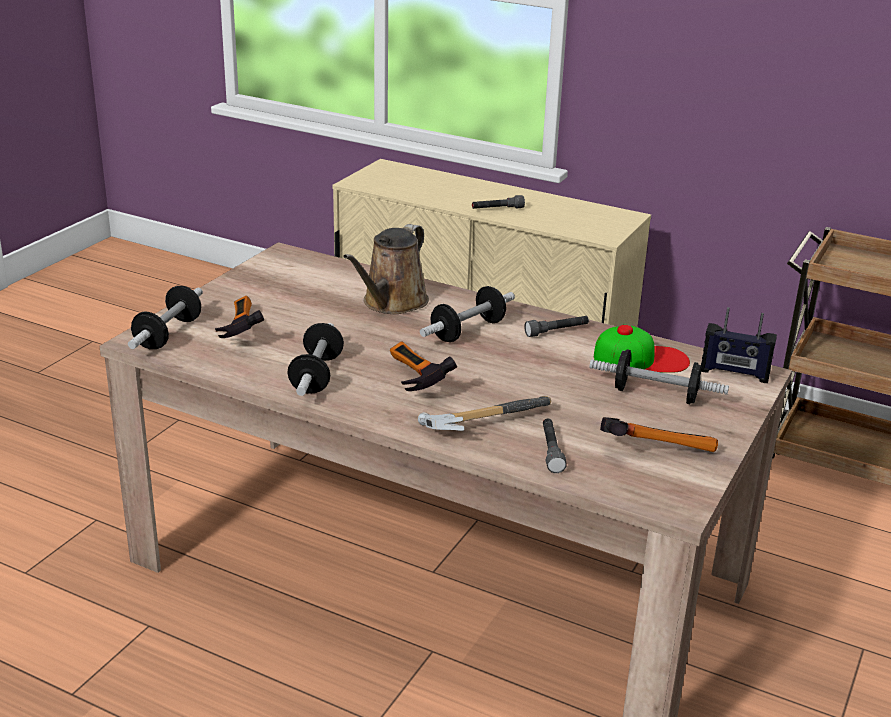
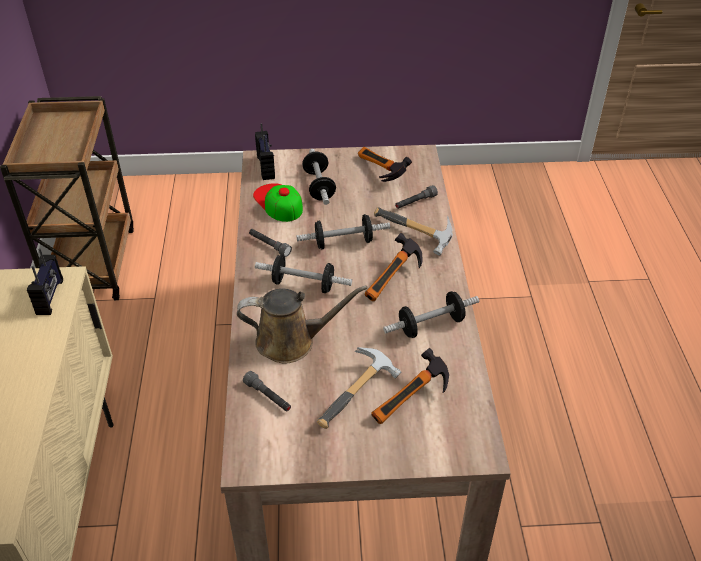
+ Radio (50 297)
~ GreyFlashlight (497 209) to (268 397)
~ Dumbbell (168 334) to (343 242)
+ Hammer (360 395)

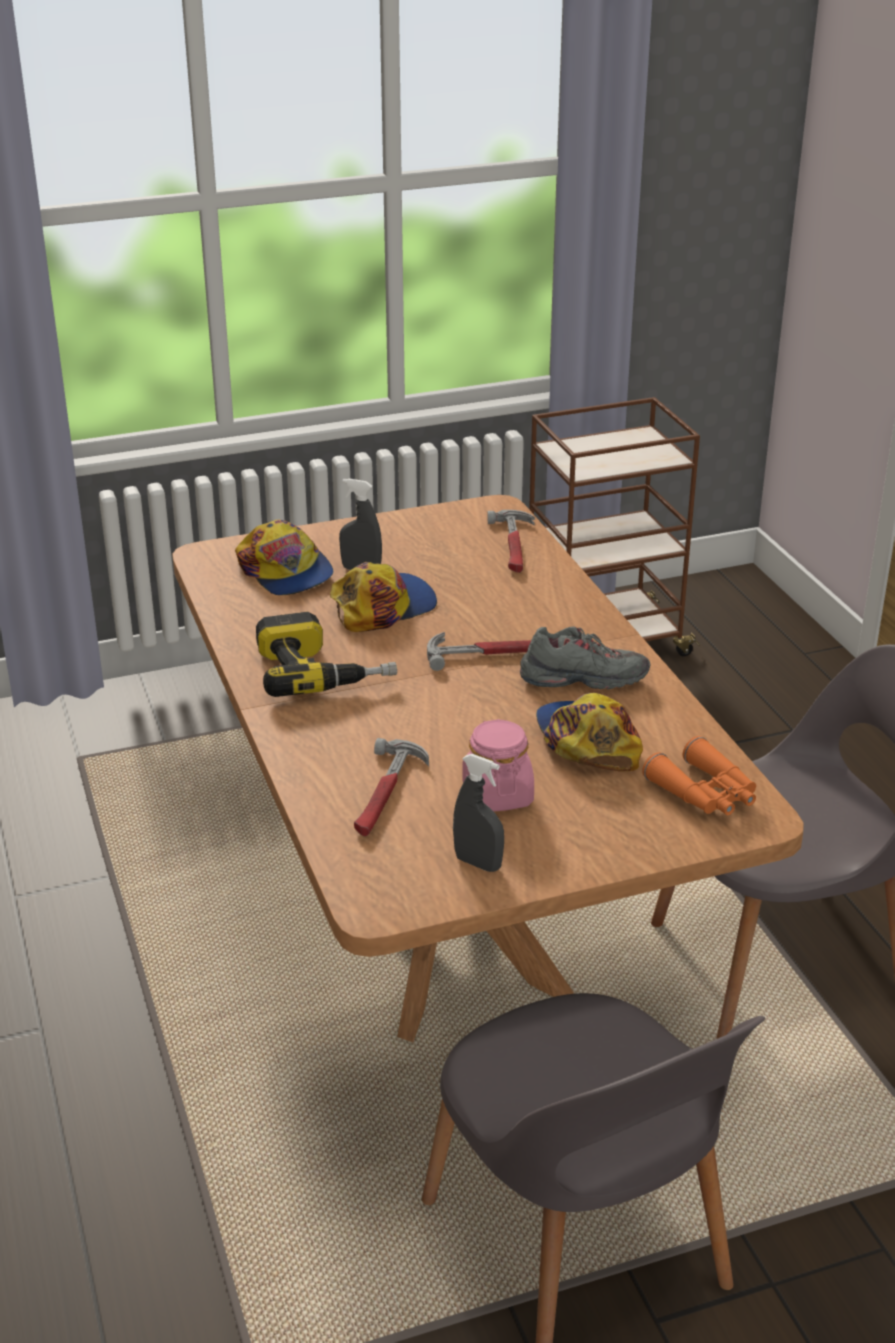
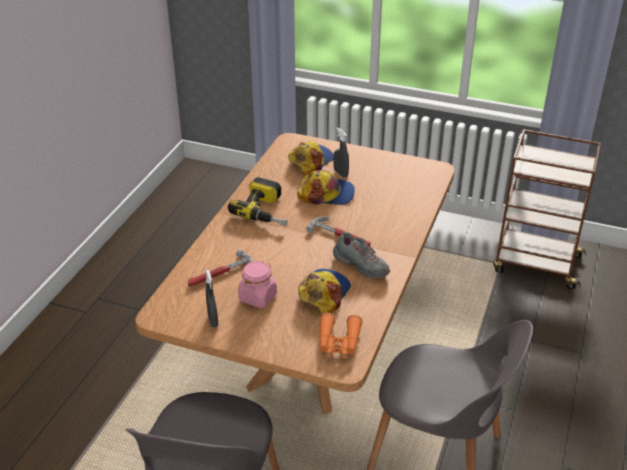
~ Cap (285 571) = (310 161) 150 degrees counterclockwise
- Hammer (514 546)

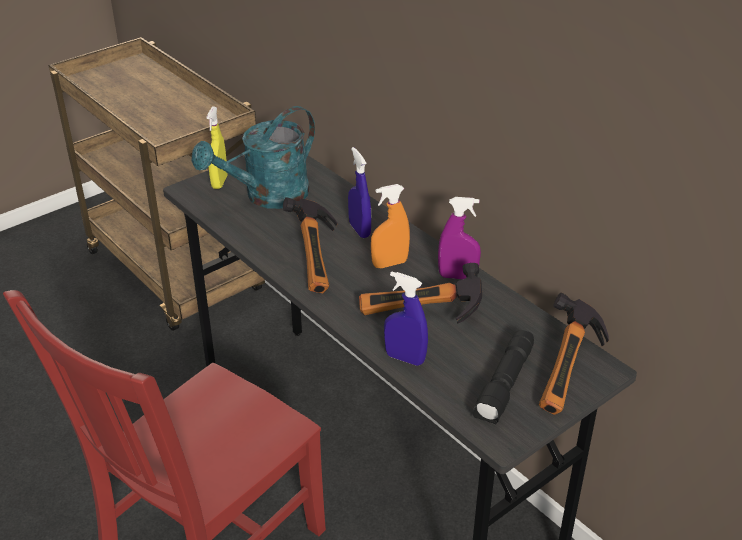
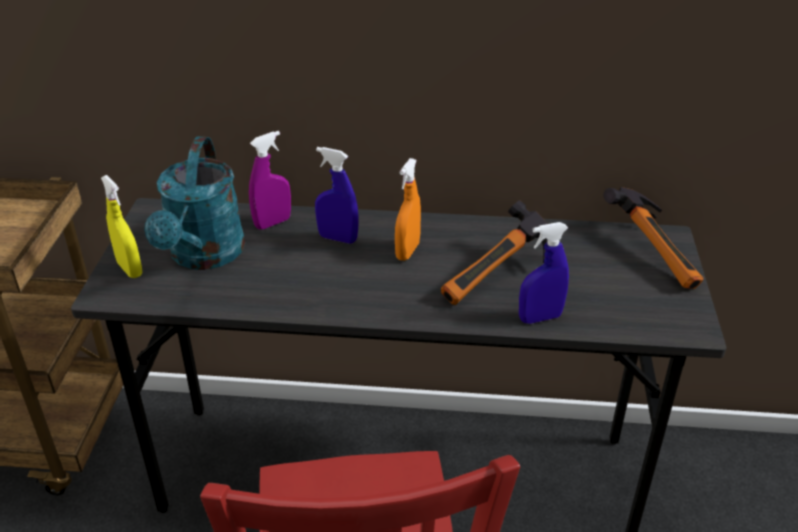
~ PurpleSprayBottle (457 276) to (273 223)
- Hammer (319 260)
- BlackFlashlight (505 385)

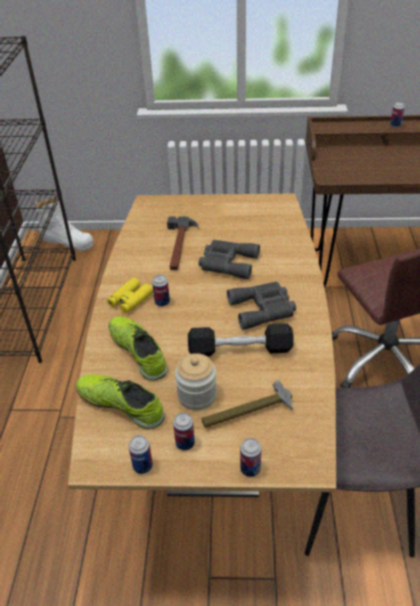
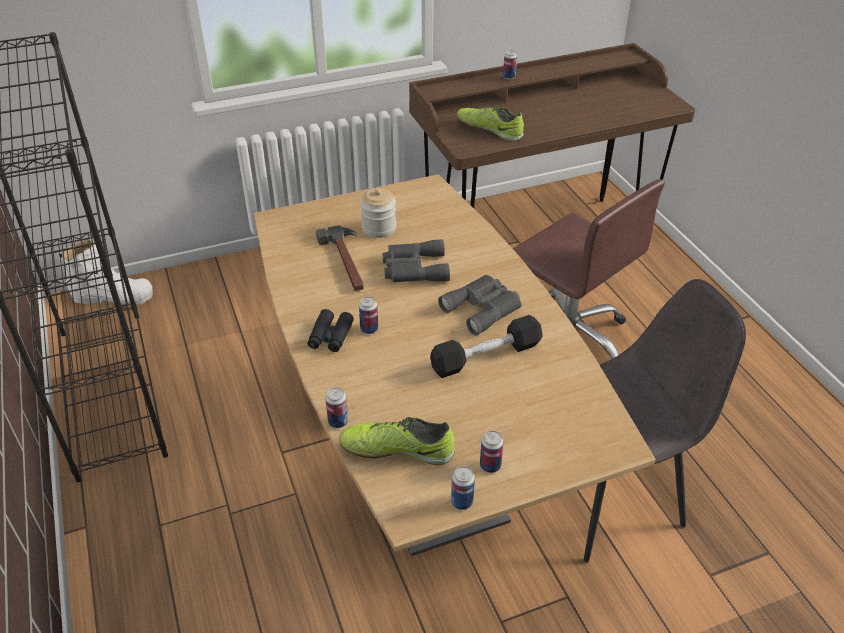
~ YellowBinoculars (130 300) to BlackBinoculars (330 336)
~ Can (250 469) to (338 422)
~ Jar (197 395) to (379 228)
~ Shoe (138 352) to (489 129)
- Hammer (247 412)

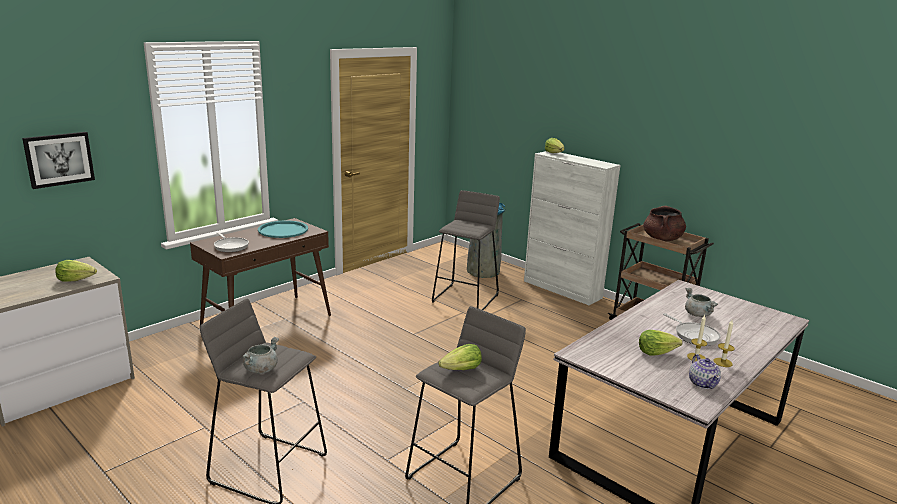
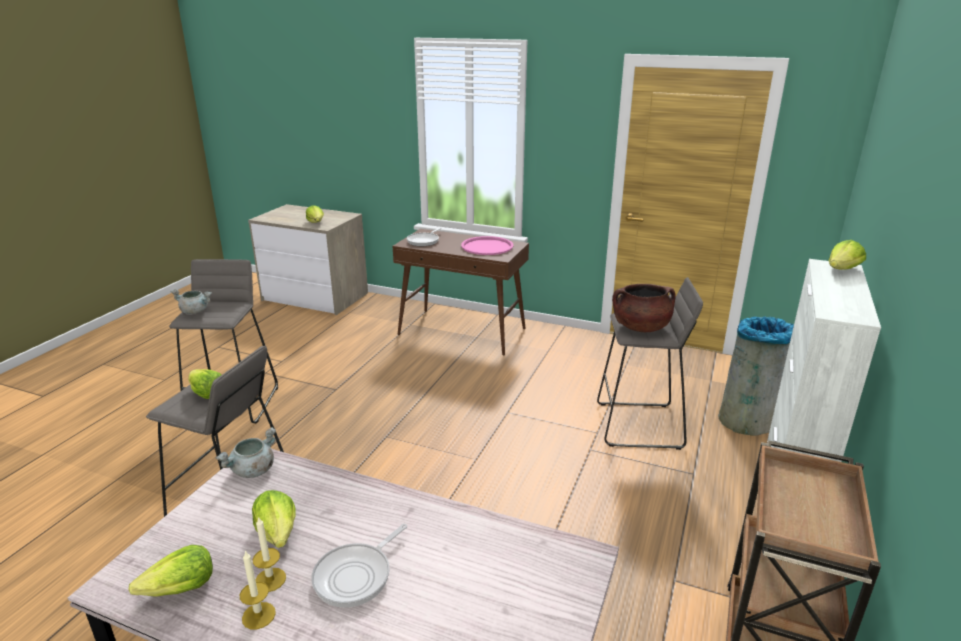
~ Teapot (702 383) to Lettuce (180 589)
~ GreyCookingPot (698 315) to (253 471)
~ TurquoiseTray (283 230) to PinkTray (487 246)
~ BrownCookingPot (662 239) to (640 327)
- Picture (59 159)

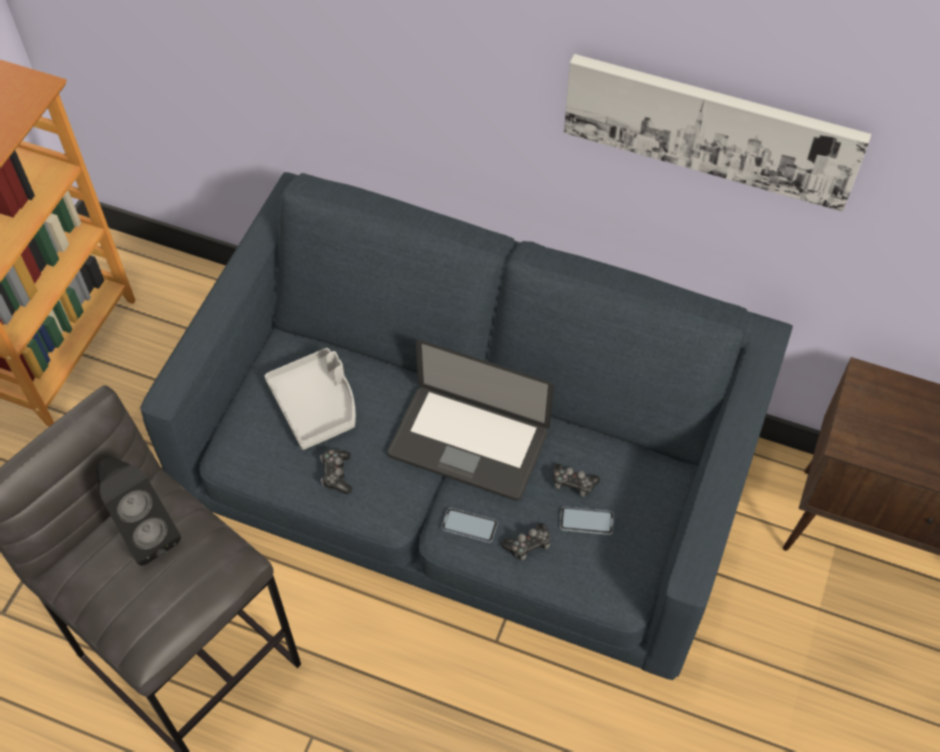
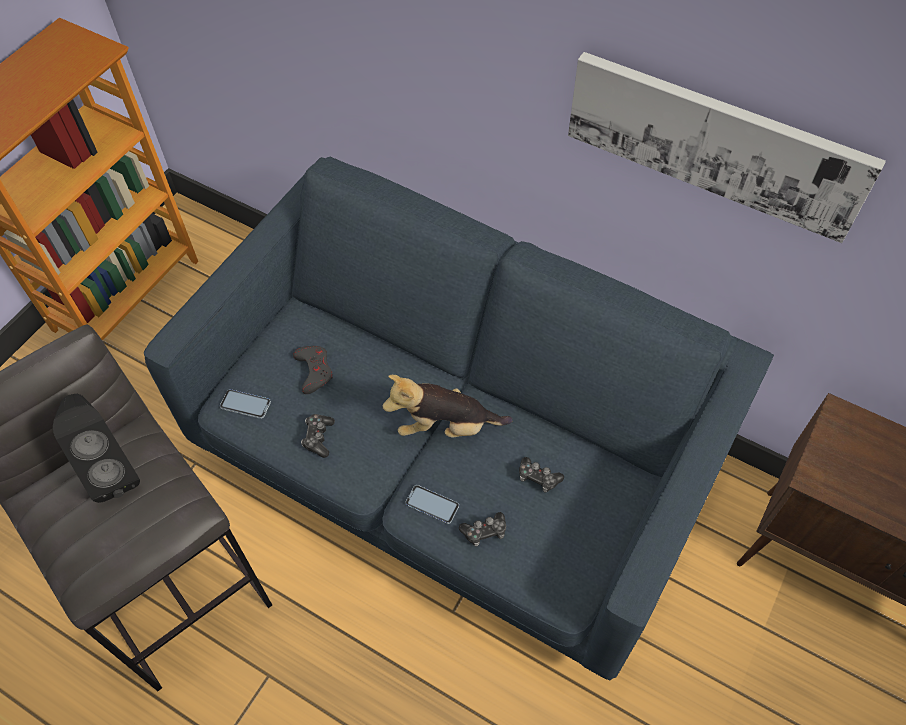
~ Phone (586 521) to (245 404)
~ GreyTray (316 405) to GreyGameController (314 370)
~ Laptop (468 444) to PlushToy (446 426)

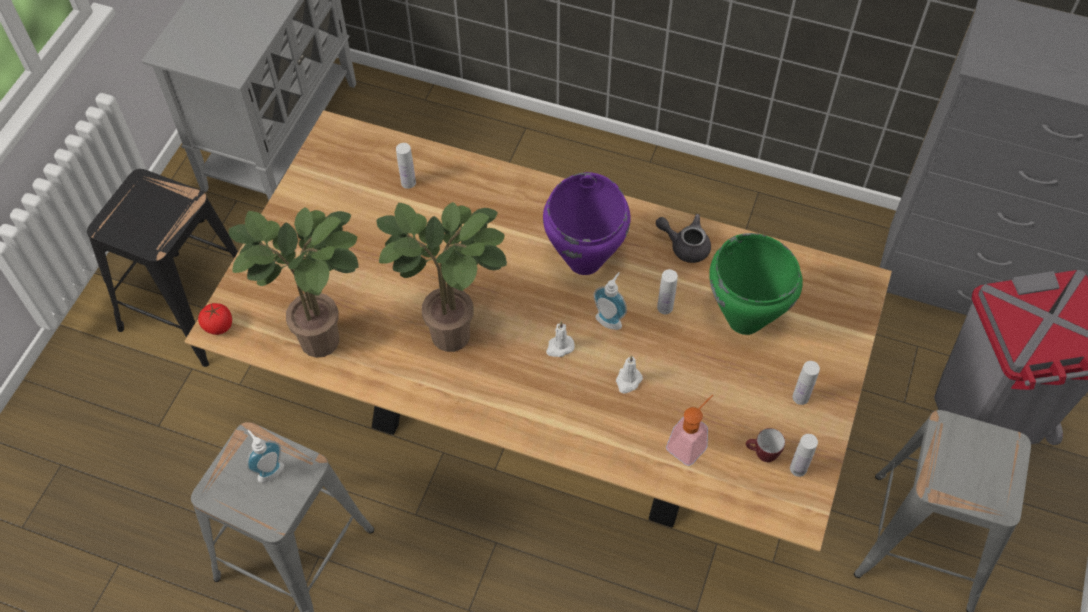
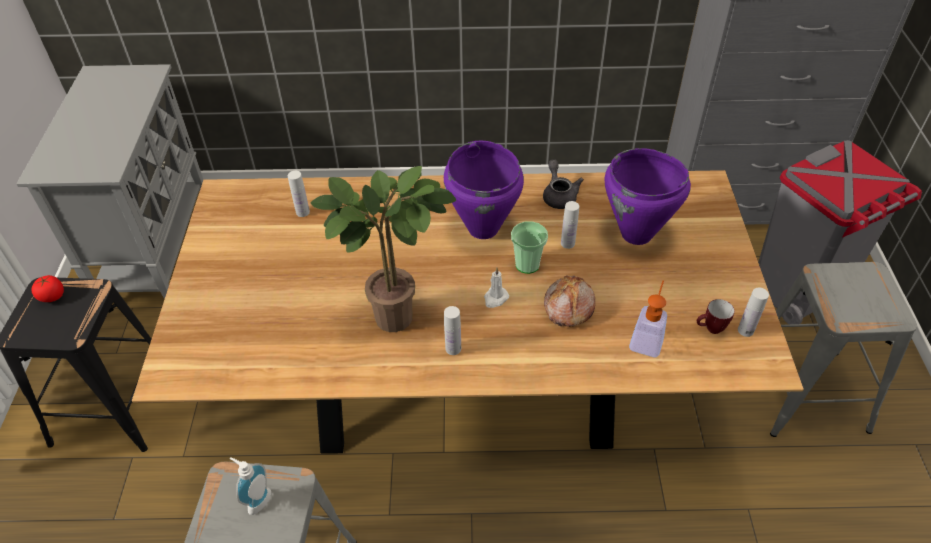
~ Tomato (218 326) to (52 296)
~ WhiteBottle (800 397) to (453 348)
~ SoapDispenser (610 319) to Cup (527 265)
~ GreyTeapot (685 245) = (559 195) 75 degrees clockwise
~ WhiteCandle (628 381) to Bread (568 307)
~ GreenCookingPot (744 321) to PurpleCookingPot (636 234)
- PottedPlant (327 338)

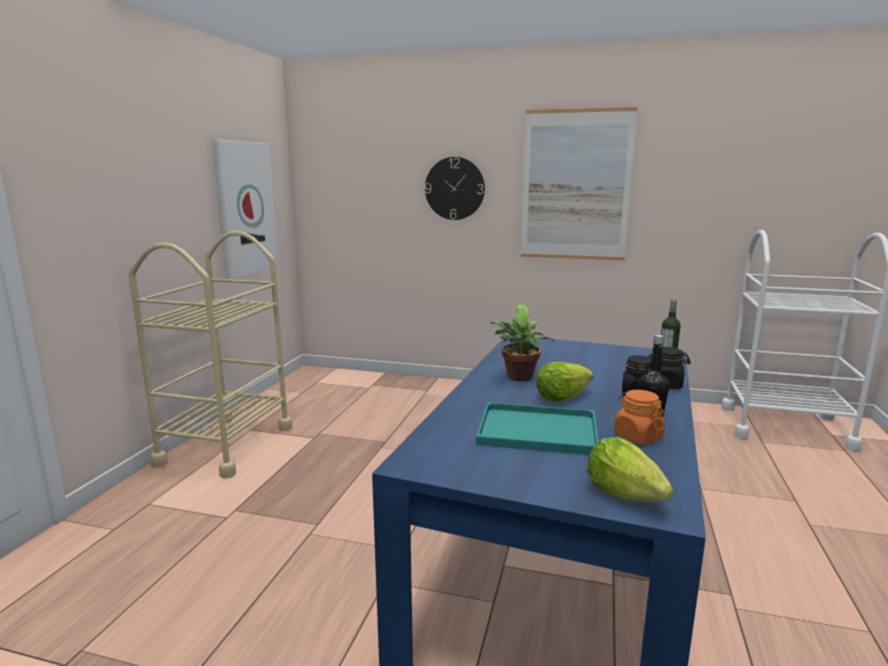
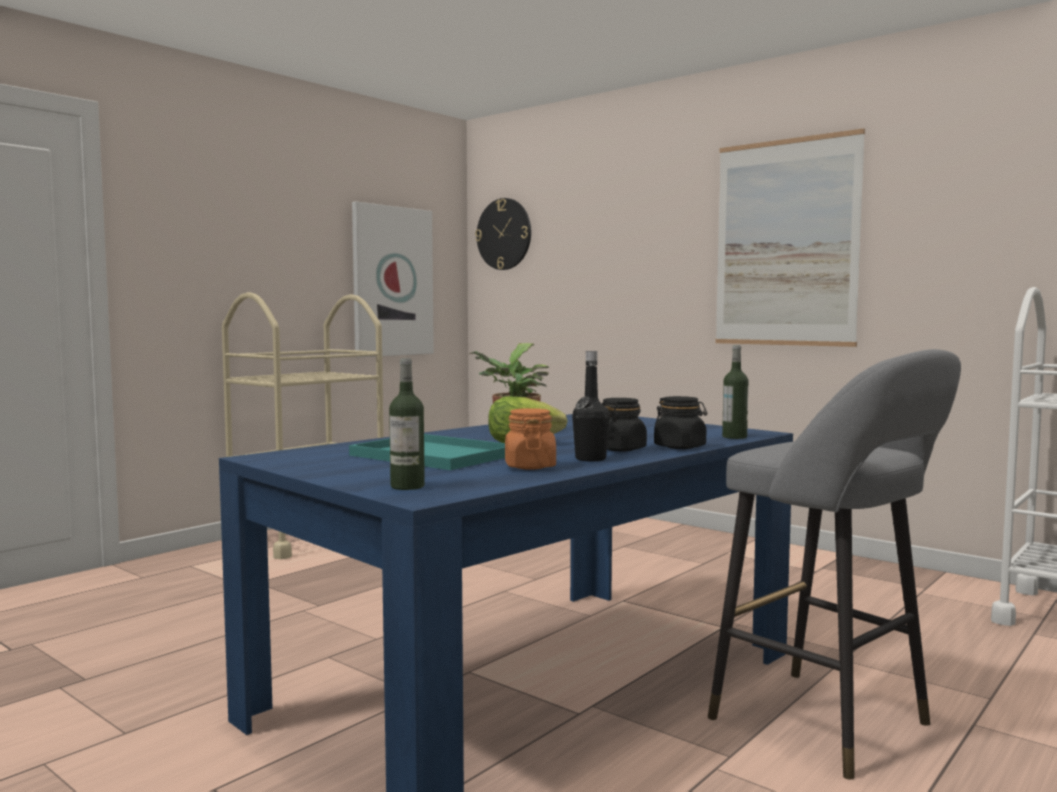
~ Lettuce (624 494) to Bottle (407 486)
~ WallClock (454 188) to (504 234)
+ GreyStool (830 725)

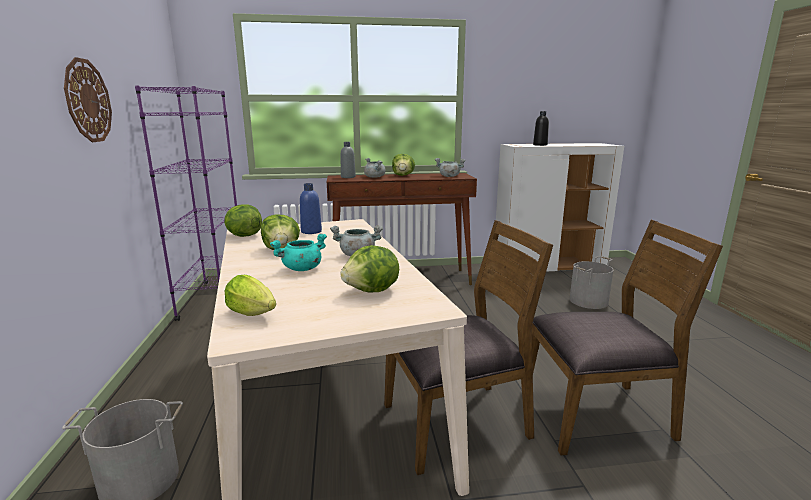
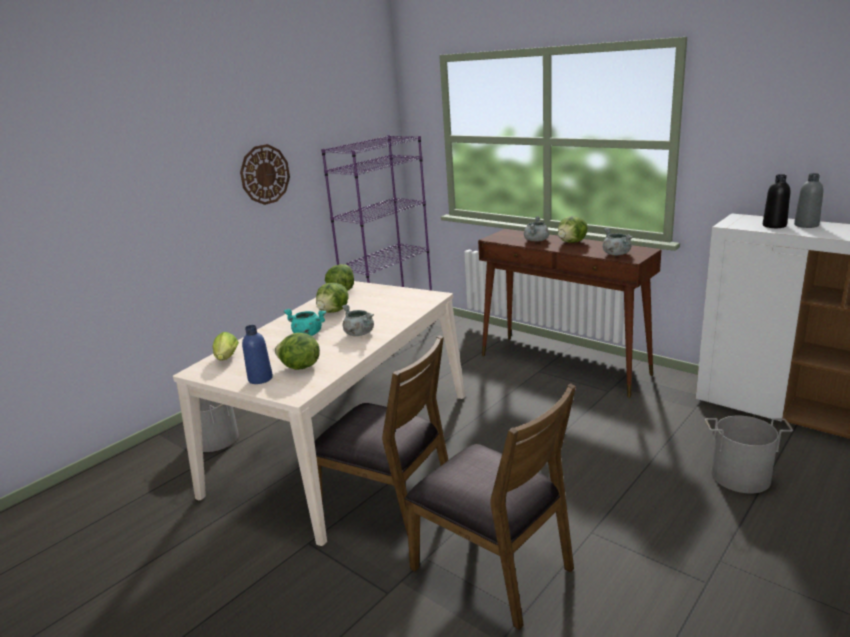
~ BlueBottle (311 231) to (260 379)
~ GreyBottle (348 177) to (806 225)

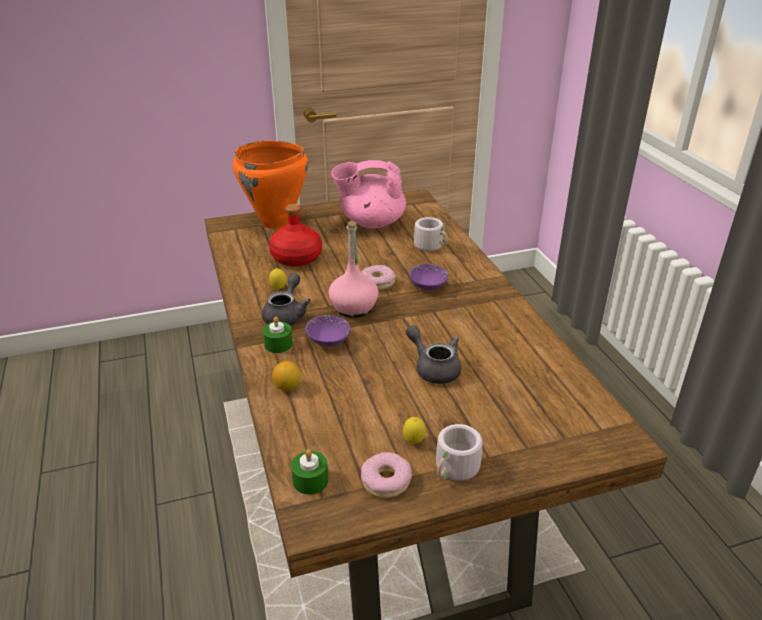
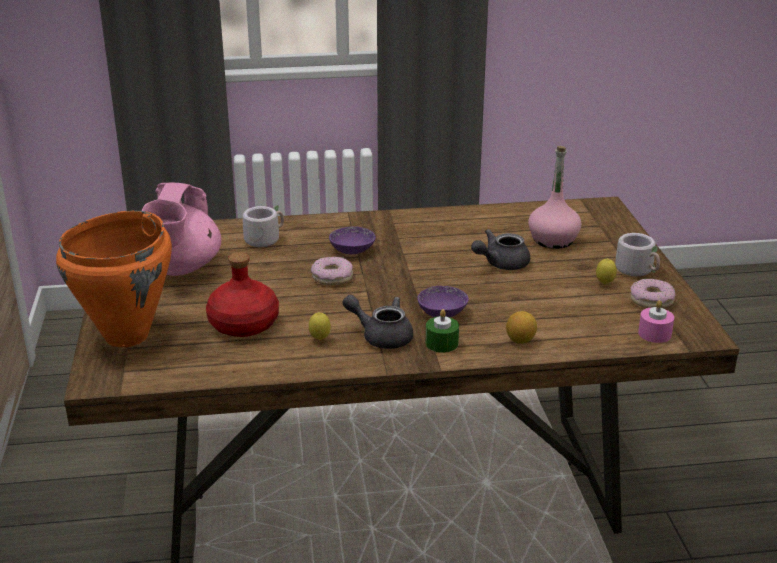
~ PinkBottle (354 307) to (553 240)
~ GreenCandle (310 480) to PinkCandle (654 334)

